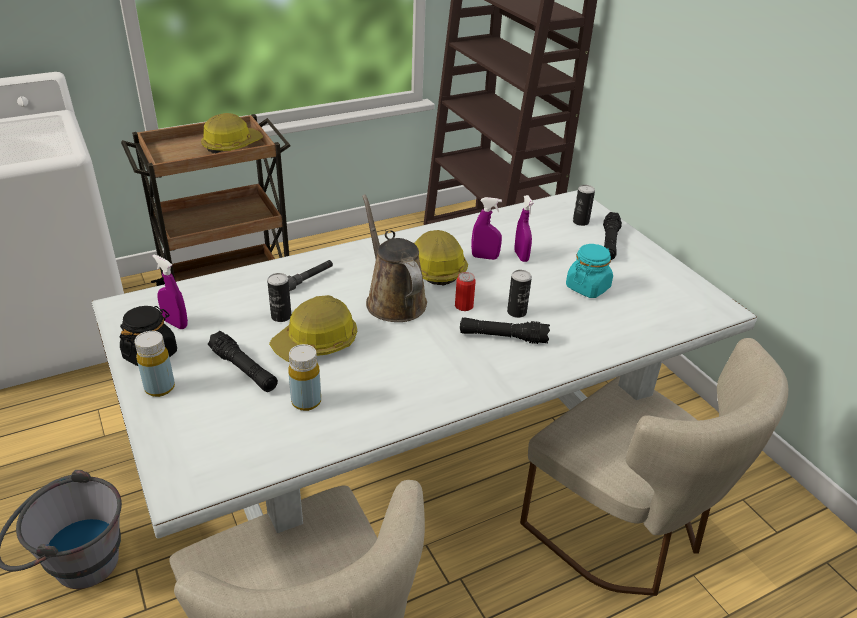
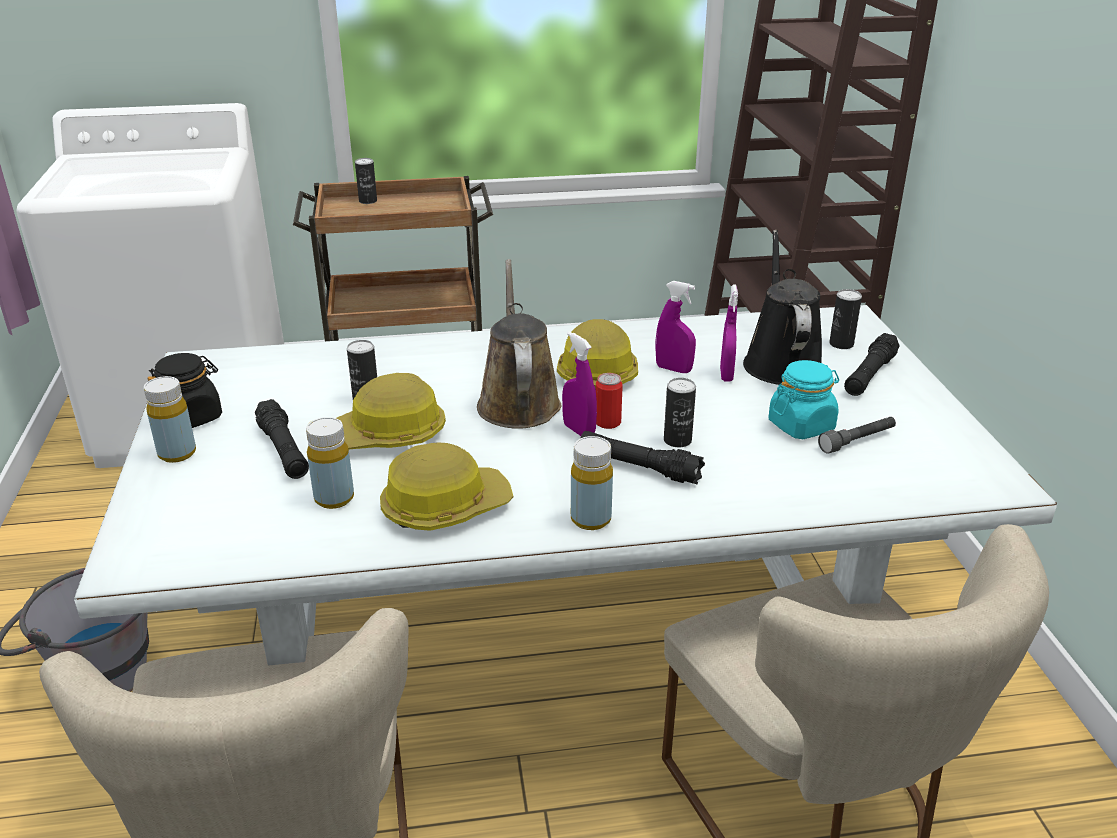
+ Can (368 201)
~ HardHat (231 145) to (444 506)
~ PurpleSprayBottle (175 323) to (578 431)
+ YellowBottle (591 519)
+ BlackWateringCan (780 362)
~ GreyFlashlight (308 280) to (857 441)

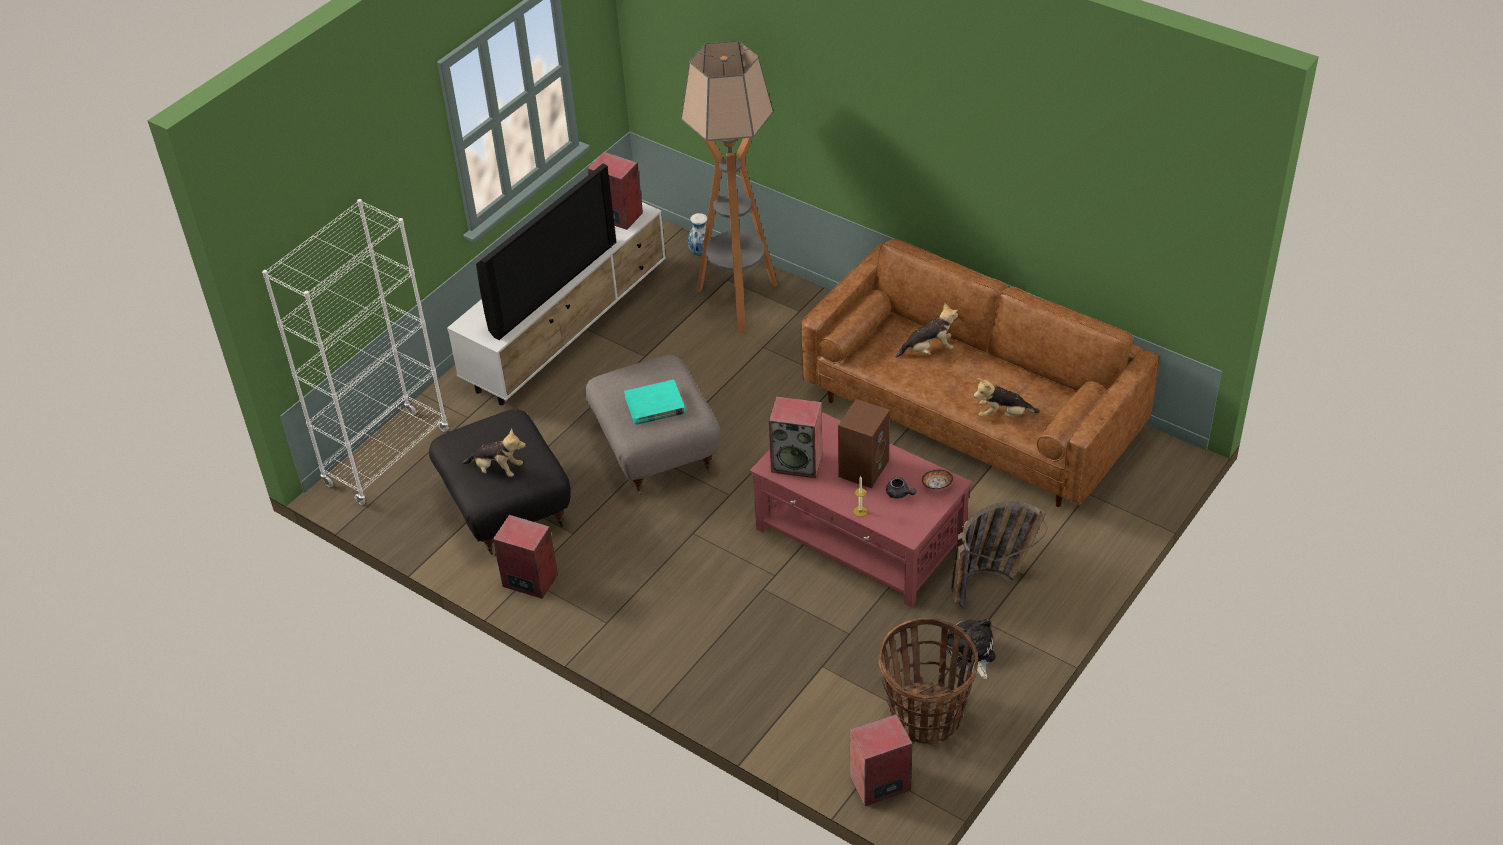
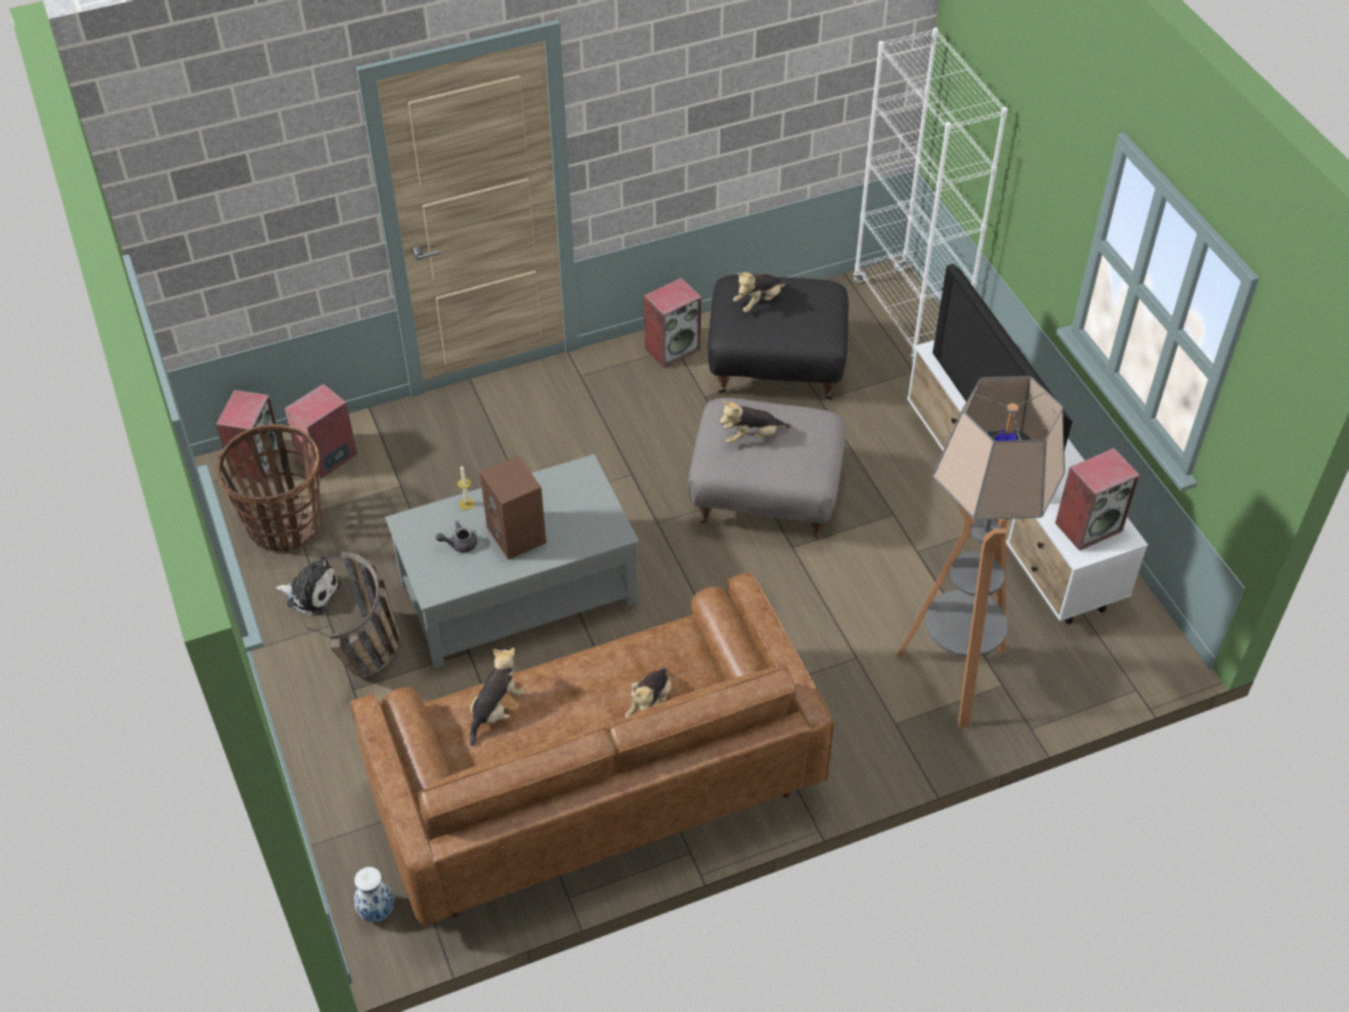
~ Speaker (797 462) to (327 458)
~ Vase (701 253) to (377 912)
~ RedCoffeeTable (860 536) to GreyCoffeeTable (517 592)
~ TurquoiseBook (655 405) to PlushToy (752 436)
- Bowl (936 485)

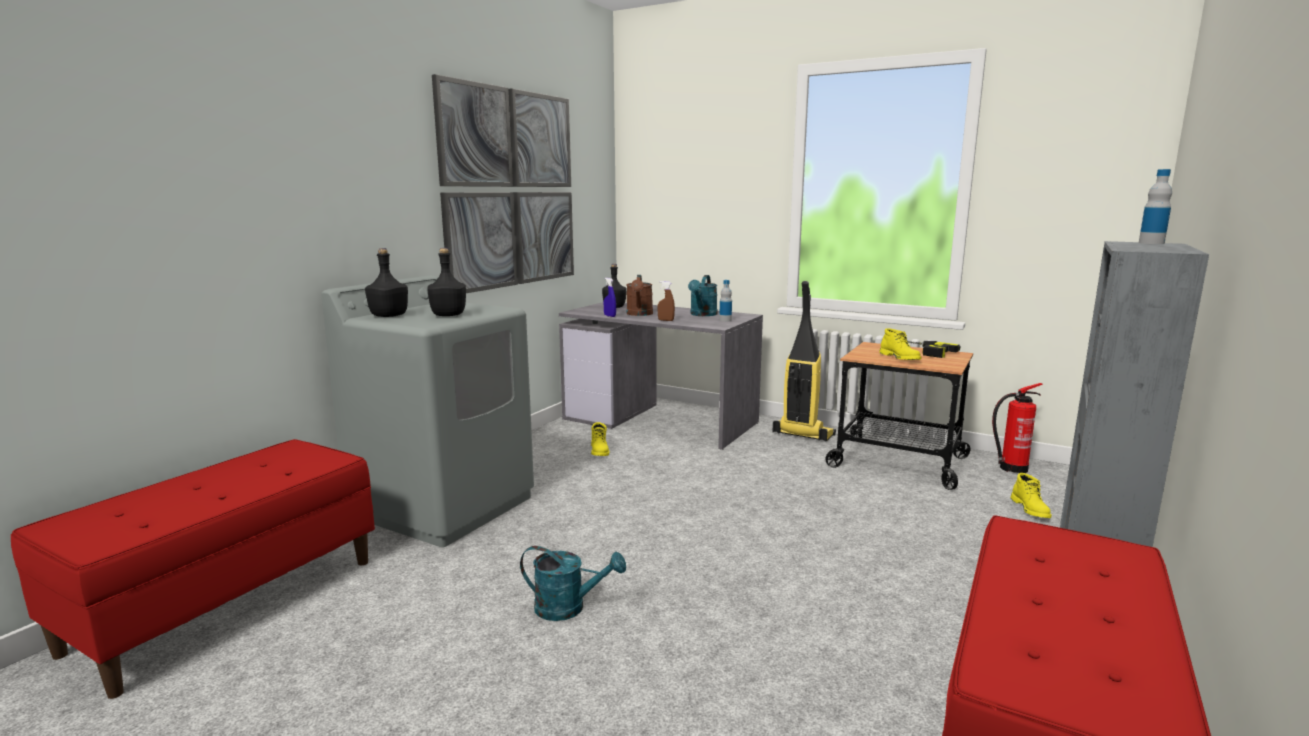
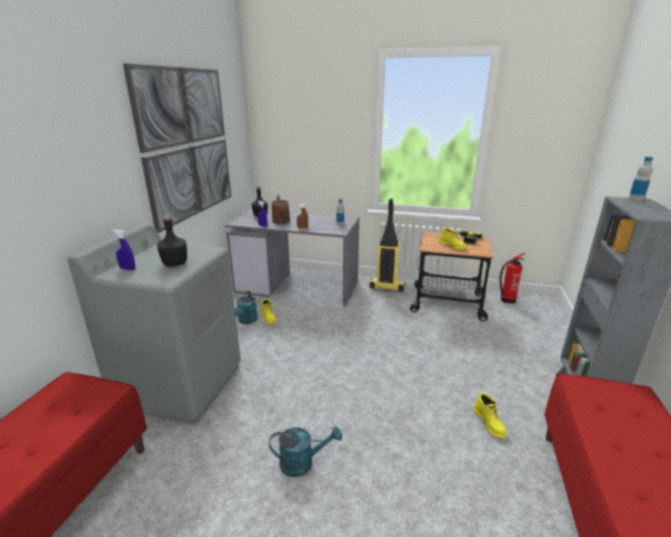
~ BlackBottle (389 316) to BlueSprayBottle (127 269)
~ TurquoiseWateringCan (702 315) to (247 321)
~ YellowBoot (1031 509) to (489 423)

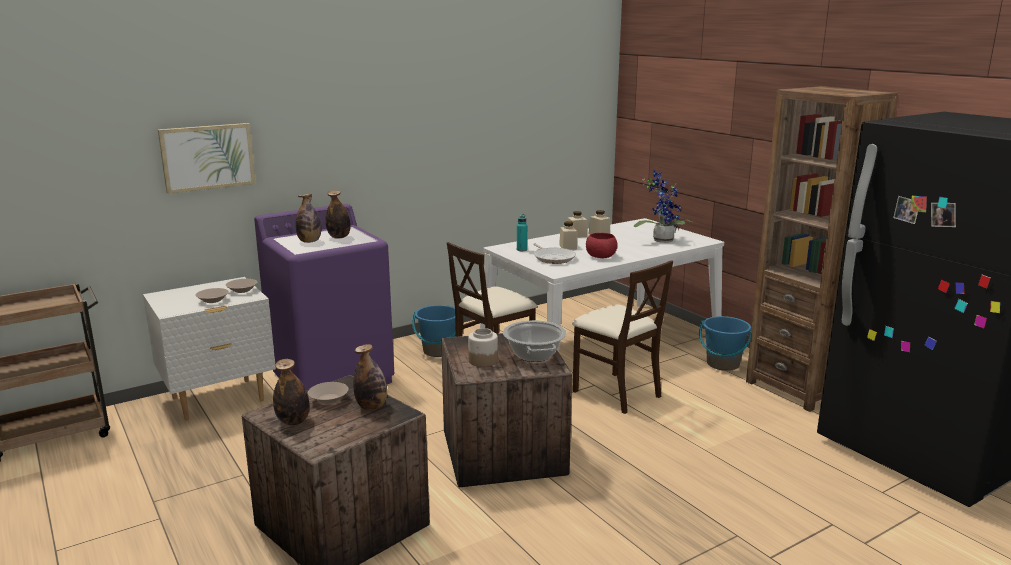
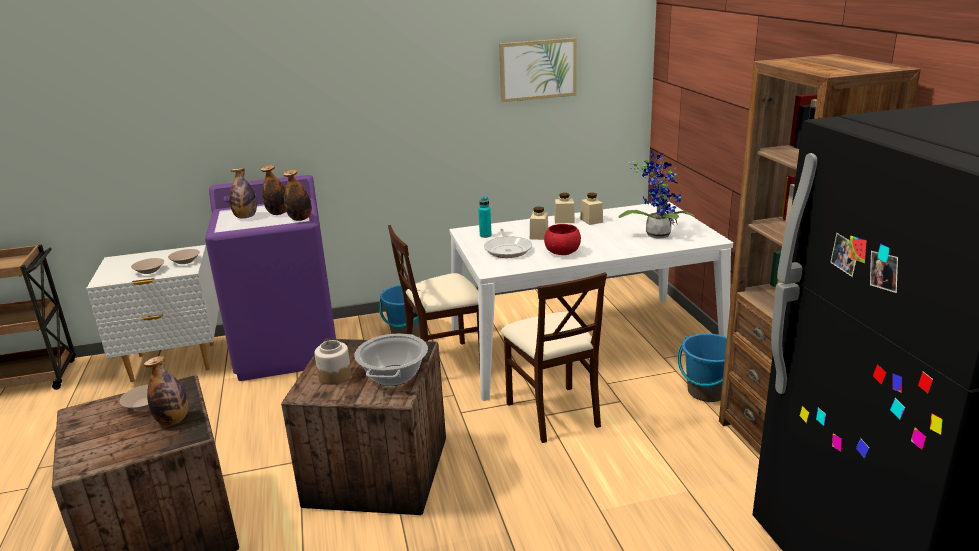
~ Bottle (293 421) to (300 219)
~ Picture (207 157) to (537 69)

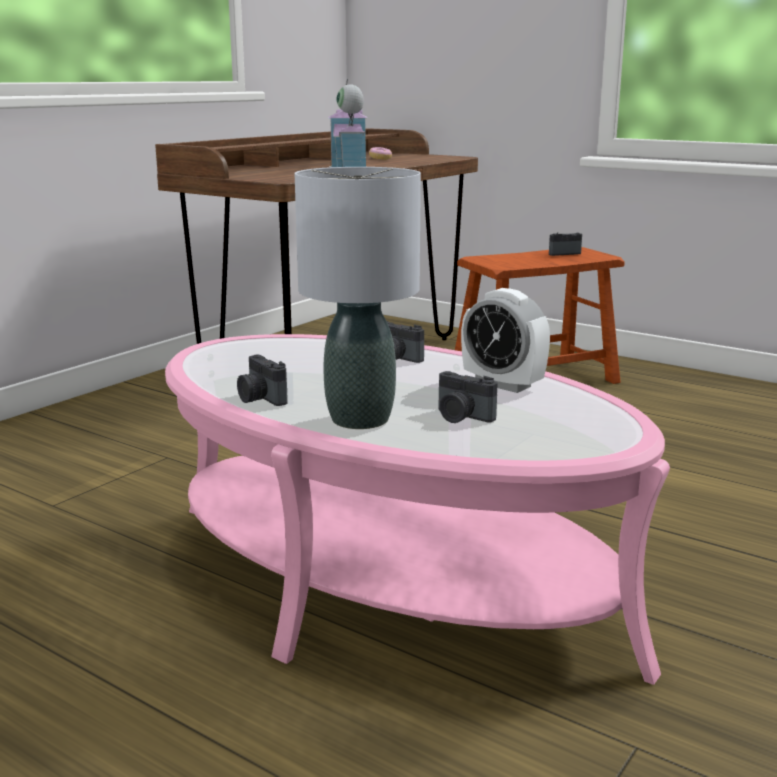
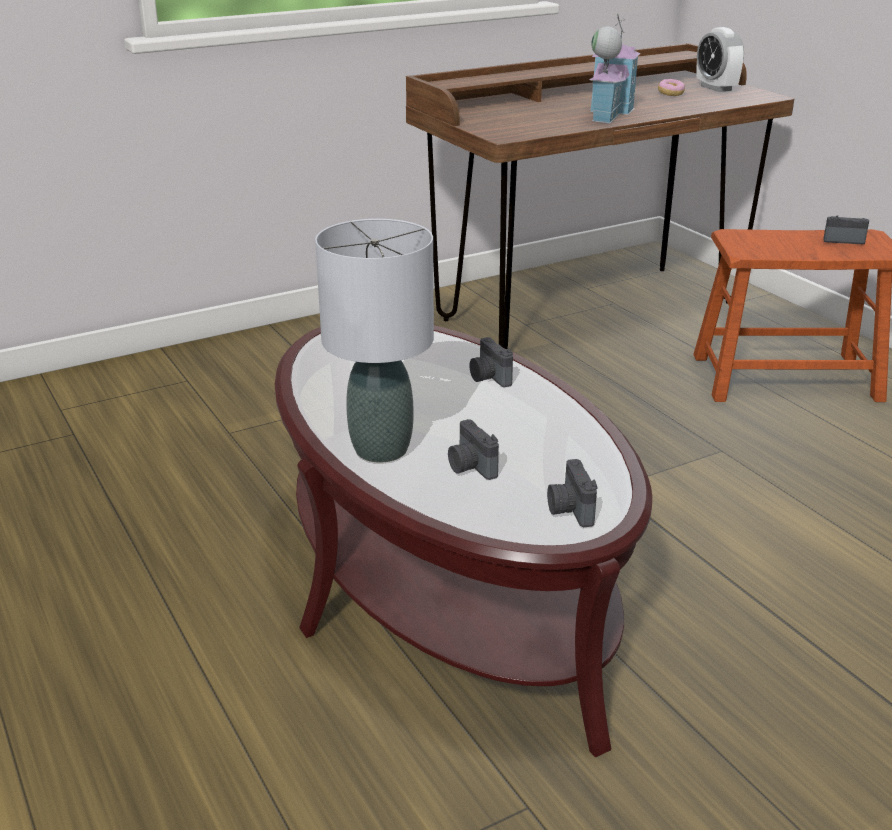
~ PinkCoffeeTable (388 580) to BrownCoffeeTable (445 582)
~ PhotoCamera (260 399) to (569 510)
~ AlarmClock (502 384) to (716 88)

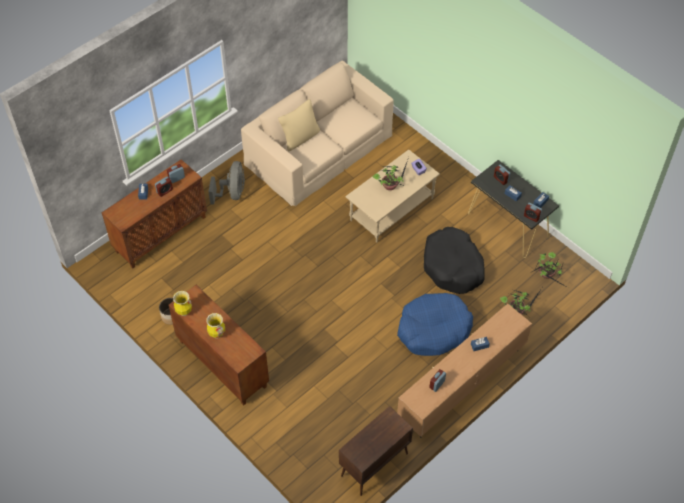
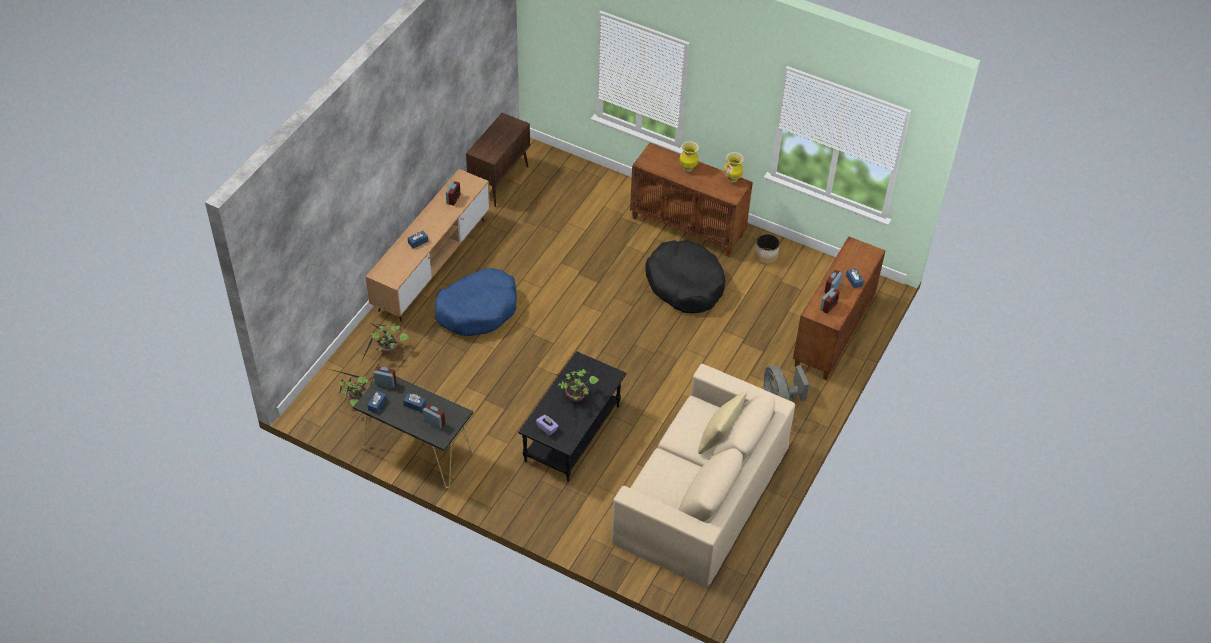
~ BeigeCoffeeTable (391 209) to BlackCoffeeTable (573 434)
~ BlackDogBed (453 266) to (685 284)

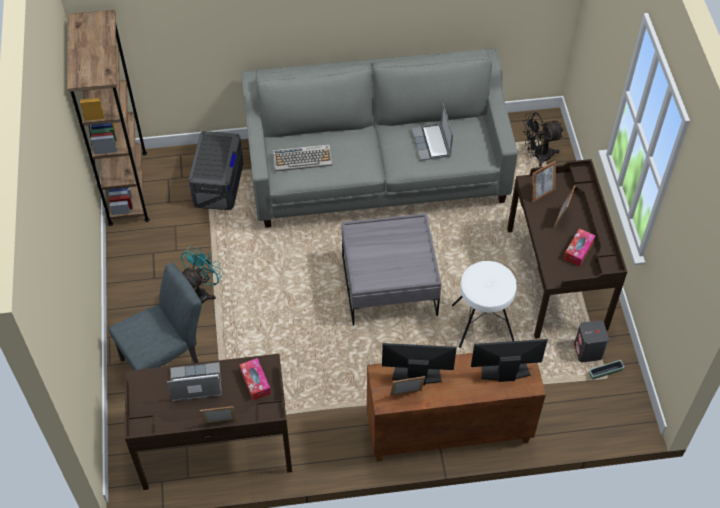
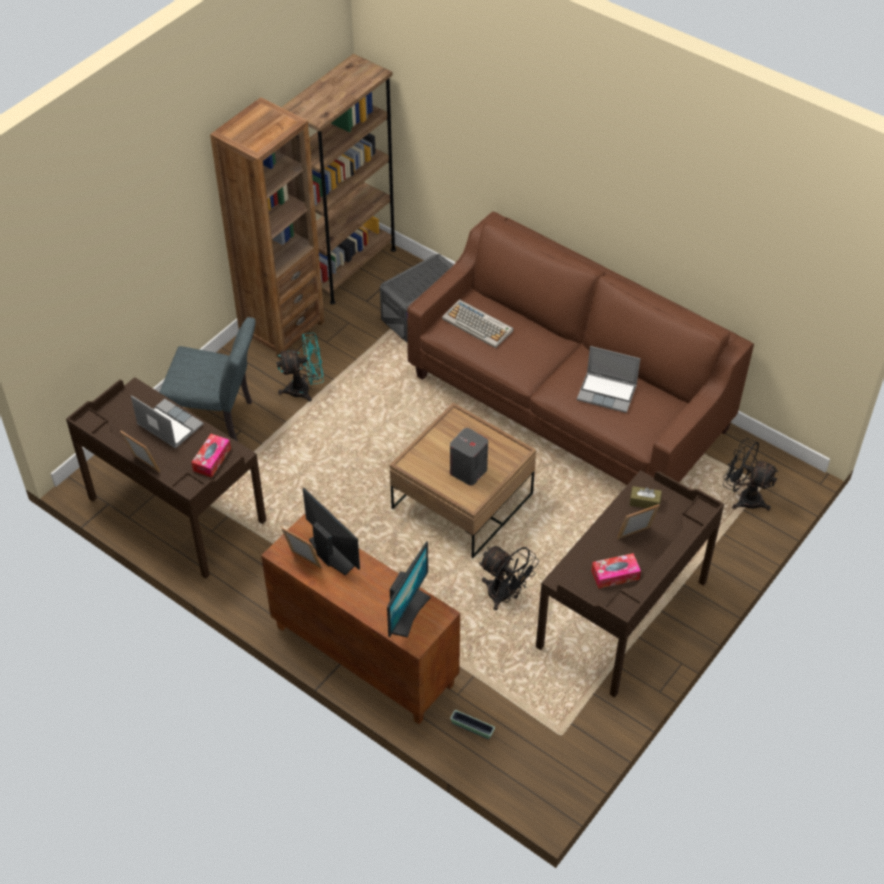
+ BrownBookcase (282 328)
~ Monitor (505 372) = (407 612) 75 degrees clockwise
~ GreyCoffeeTable (389 285) to BrownCoffeeTable (462 501)
~ GreySofa (376 173) to BrownSofa (568 402)
~ GreySpeaker (588 351) to (468 471)
~ Planter (605 372) to (472 728)
~ WhiteStool (482 323) to BlackFan (505 596)
~ Laptop (432 144) = (607 393) 105 degrees counterclockwise
~ PictureFrame (541 193) to BrownTissueBox (644 502)

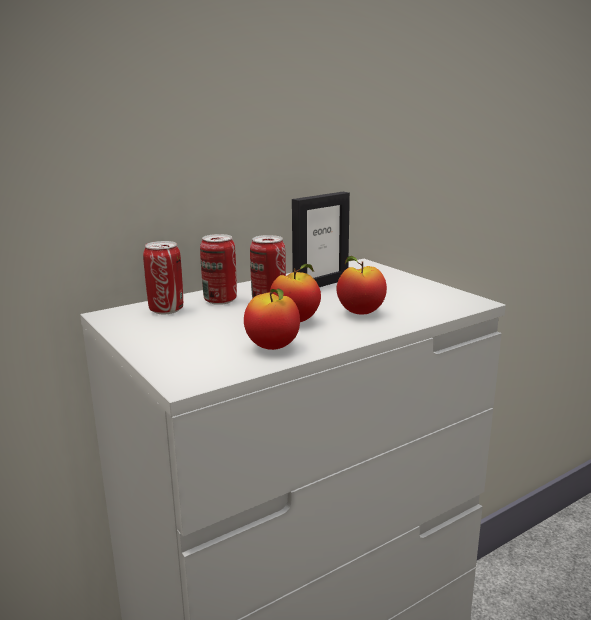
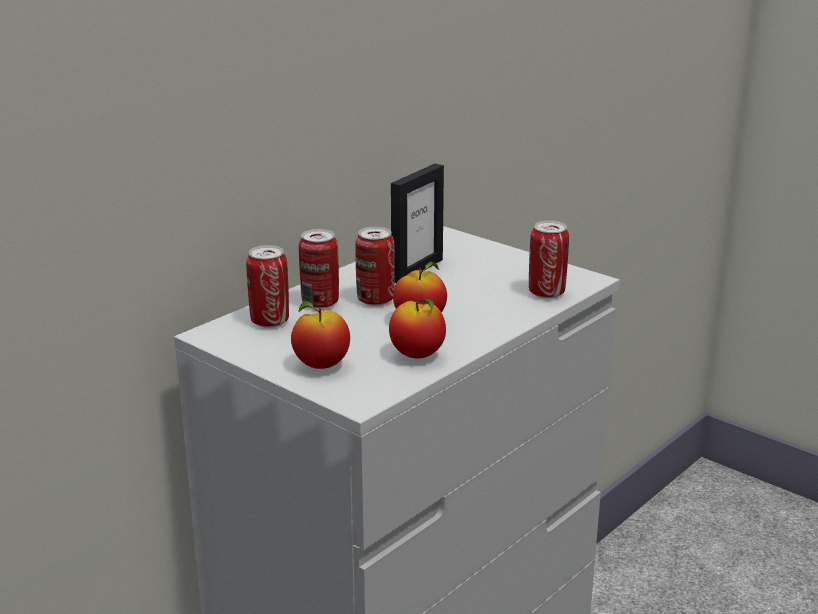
~ Apple (360 313) to (321 365)
+ Can (546 293)

